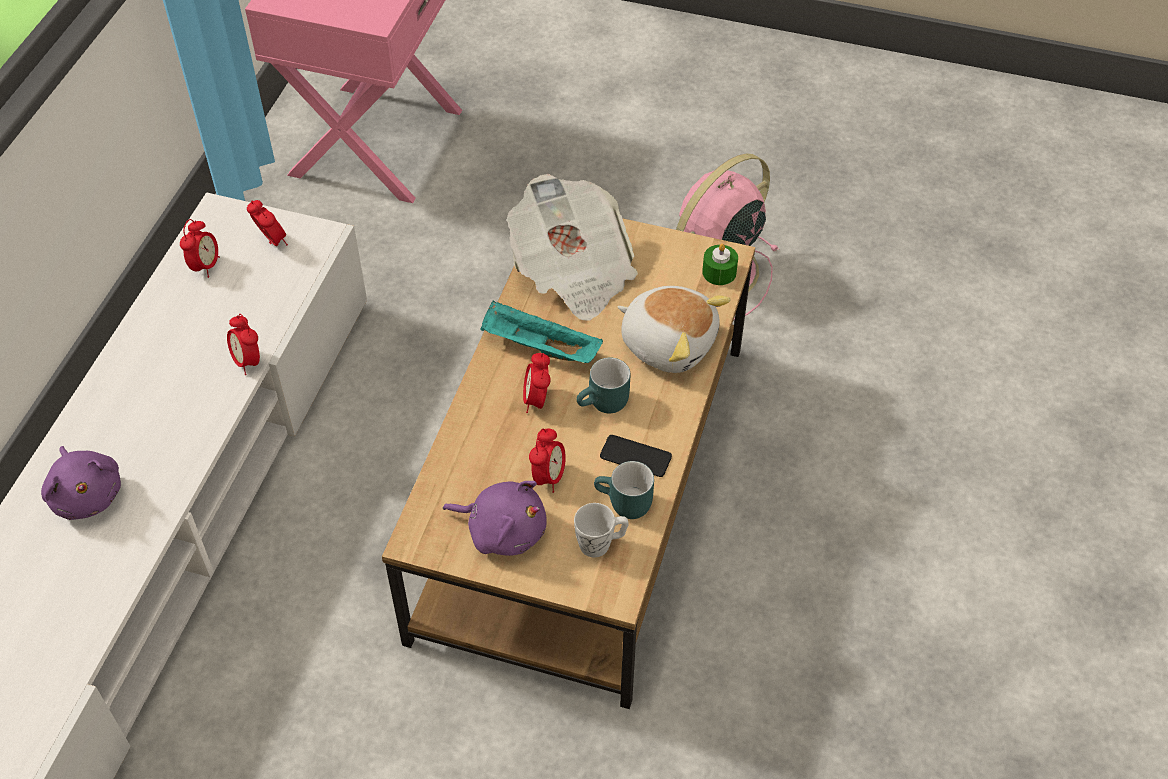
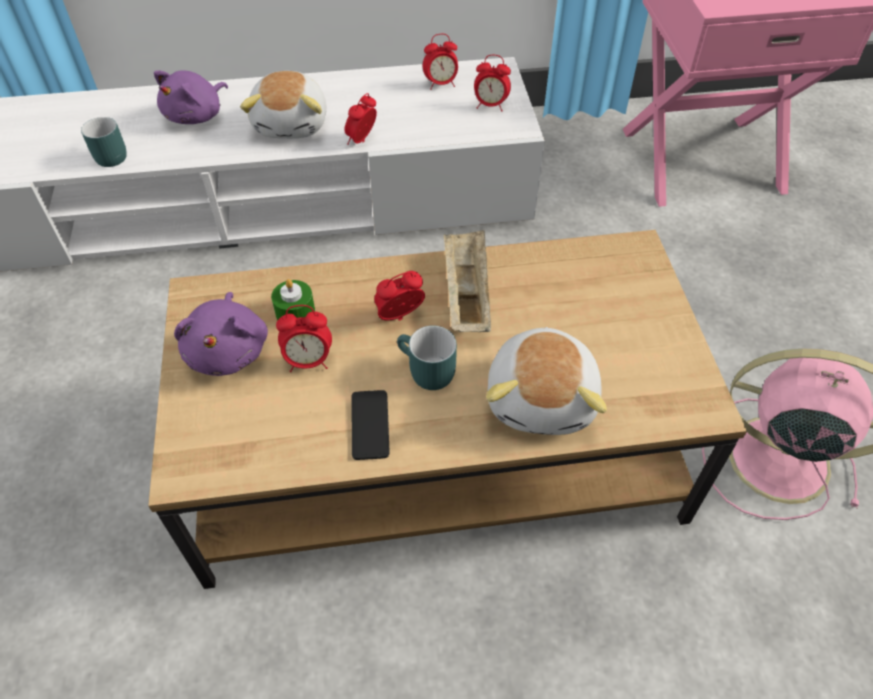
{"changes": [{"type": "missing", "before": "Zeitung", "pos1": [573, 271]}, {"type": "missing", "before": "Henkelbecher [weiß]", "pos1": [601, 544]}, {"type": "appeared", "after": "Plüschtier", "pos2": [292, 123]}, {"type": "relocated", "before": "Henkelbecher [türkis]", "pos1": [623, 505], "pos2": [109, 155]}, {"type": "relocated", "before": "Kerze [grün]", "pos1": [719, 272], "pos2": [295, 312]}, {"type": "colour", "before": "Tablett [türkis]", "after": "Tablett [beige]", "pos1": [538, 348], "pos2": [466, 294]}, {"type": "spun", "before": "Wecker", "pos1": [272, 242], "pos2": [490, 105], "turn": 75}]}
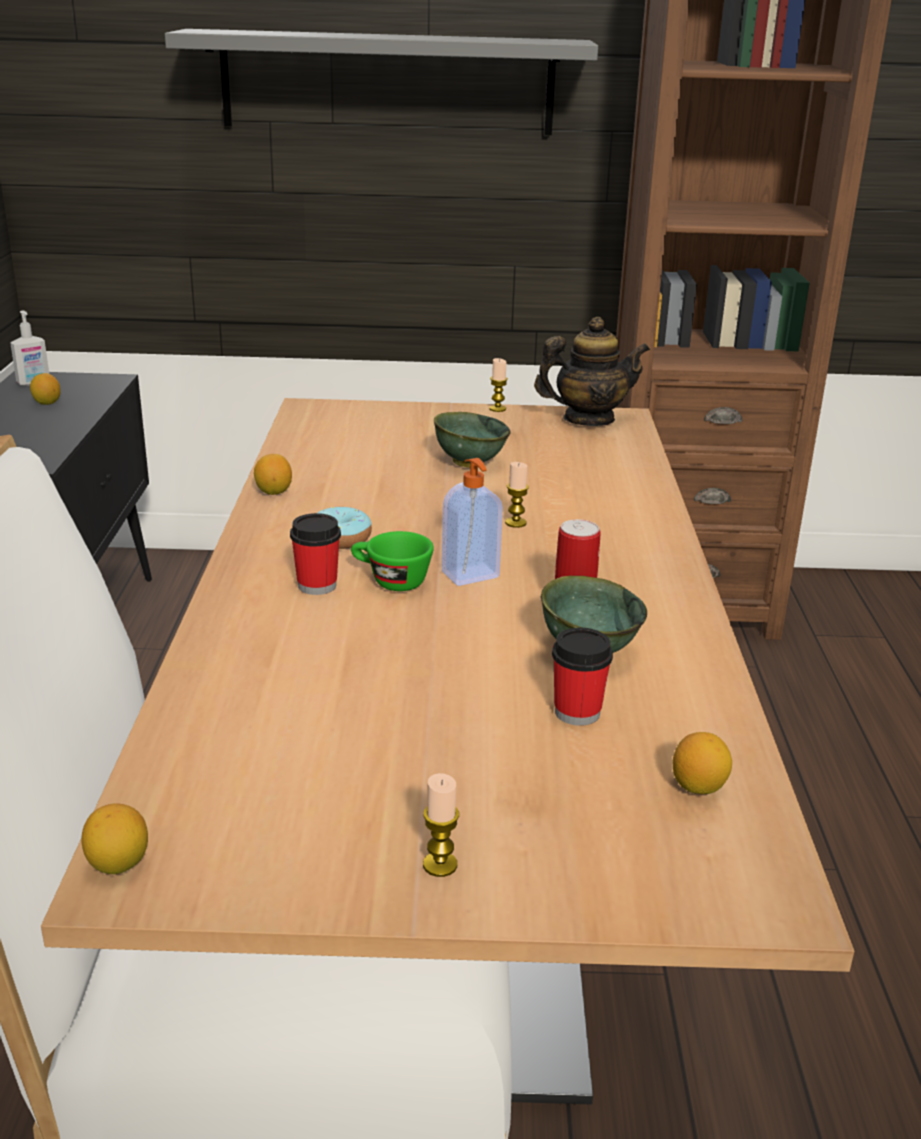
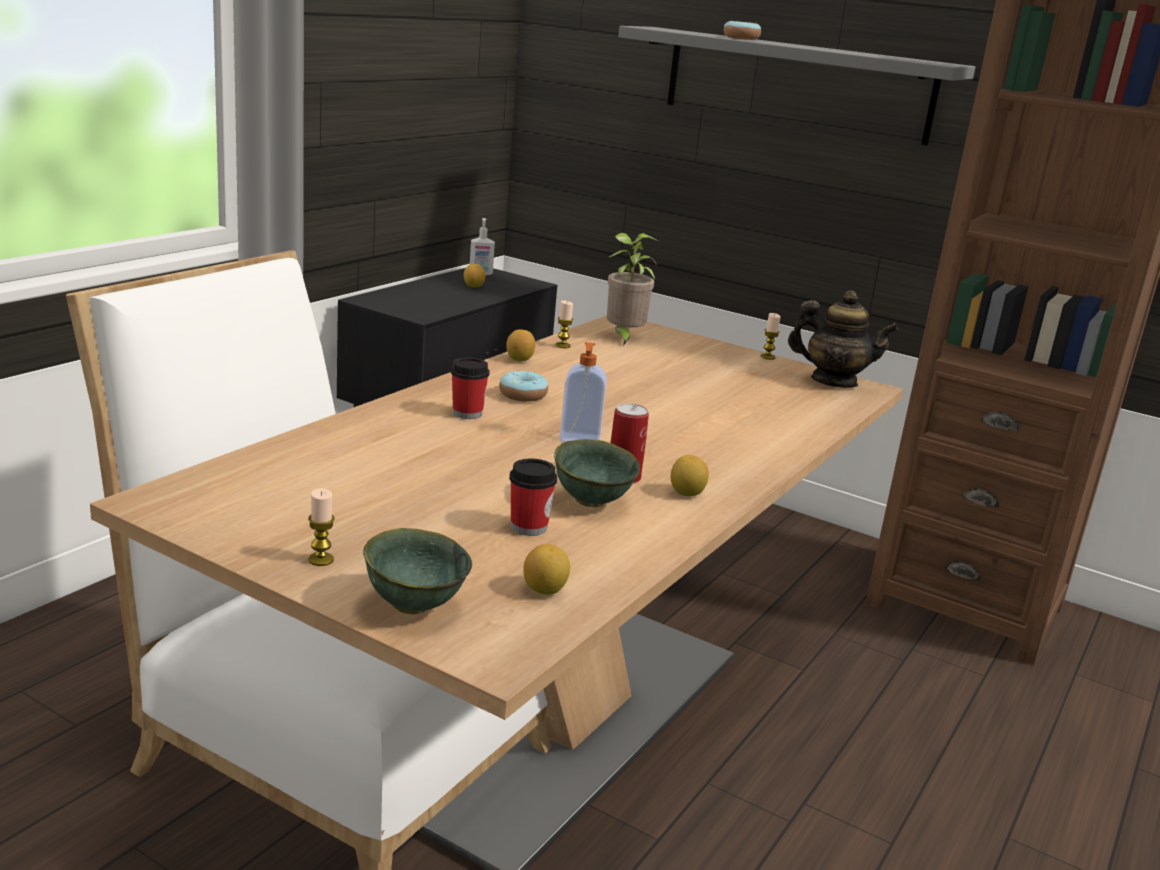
{"changes": [{"type": "missing", "before": "Tasse [grün]", "pos1": [390, 581]}, {"type": "appeared", "after": "Topfpflanze", "pos2": [623, 338]}, {"type": "appeared", "after": "Donut", "pos2": [741, 38]}, {"type": "relocated", "before": "Zitrone", "pos1": [118, 864], "pos2": [687, 493]}, {"type": "relocated", "before": "Schüssel [grün]", "pos1": [469, 463], "pos2": [414, 605]}, {"type": "relocated", "before": "Kerze", "pos1": [515, 523], "pos2": [562, 346]}]}
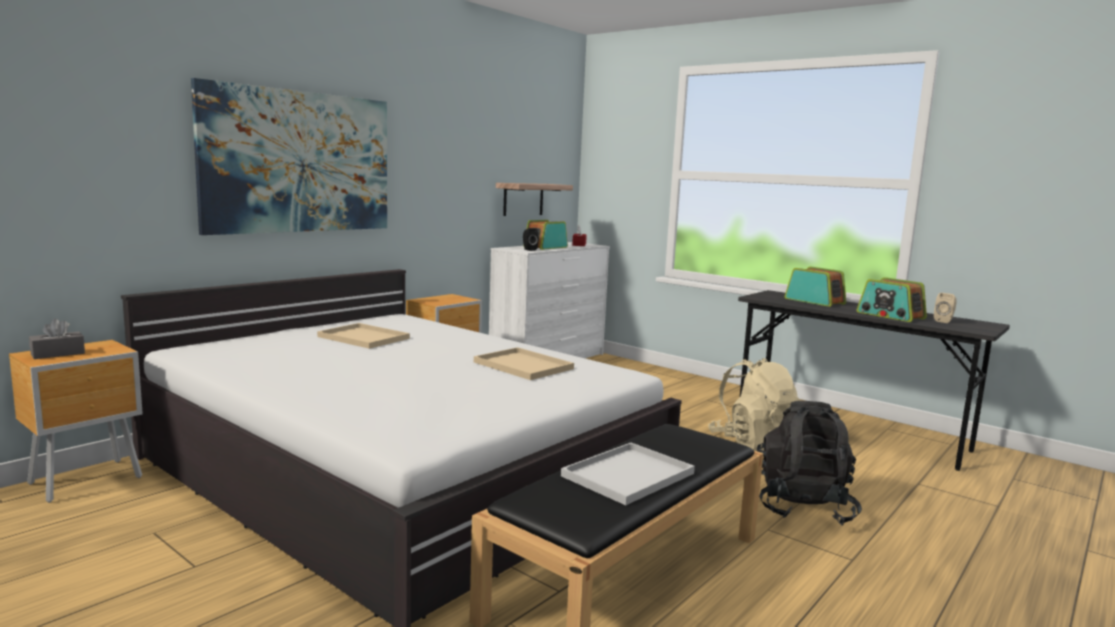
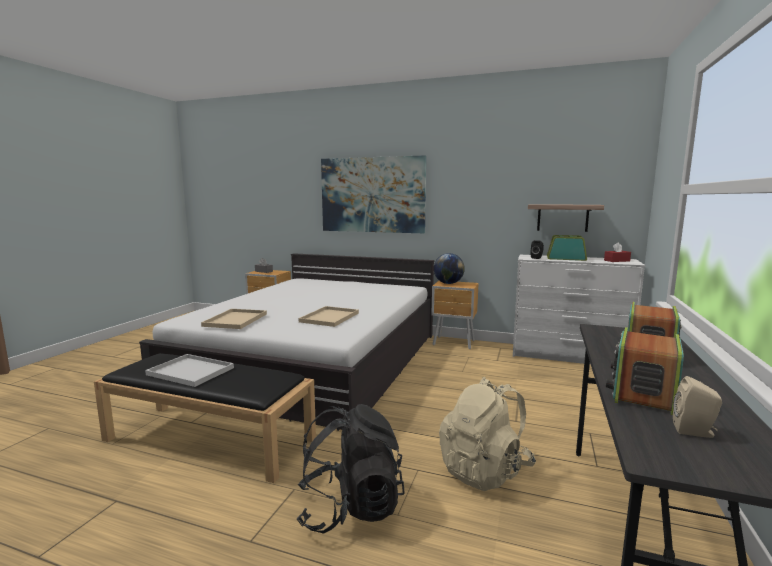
{"changes": [{"type": "appeared", "after": "Globus", "pos2": [448, 283]}, {"type": "relocated", "before": "Tablett [beige]", "pos1": [365, 337], "pos2": [235, 320]}]}
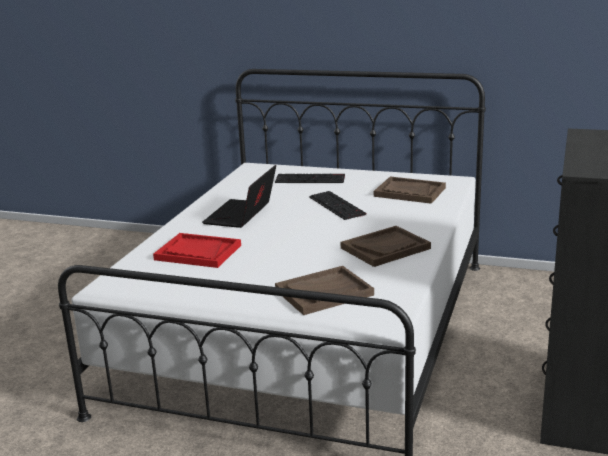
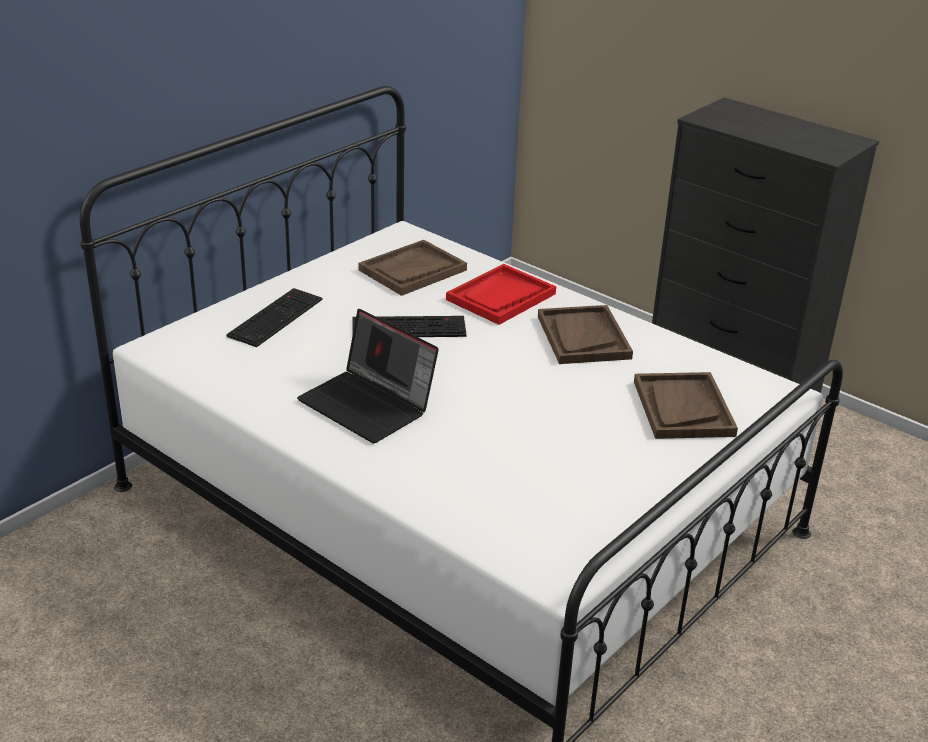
{"changes": [{"type": "relocated", "before": "Tablett [rot]", "pos1": [197, 252], "pos2": [501, 297]}]}
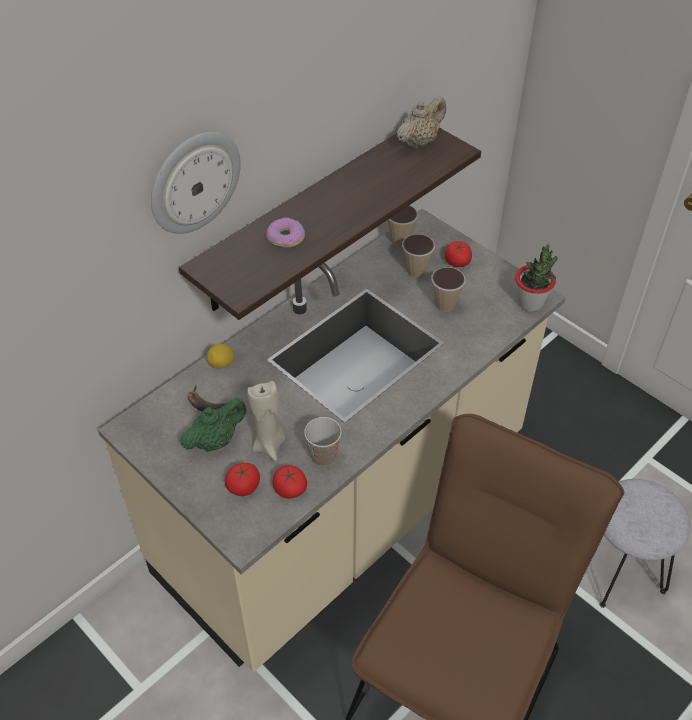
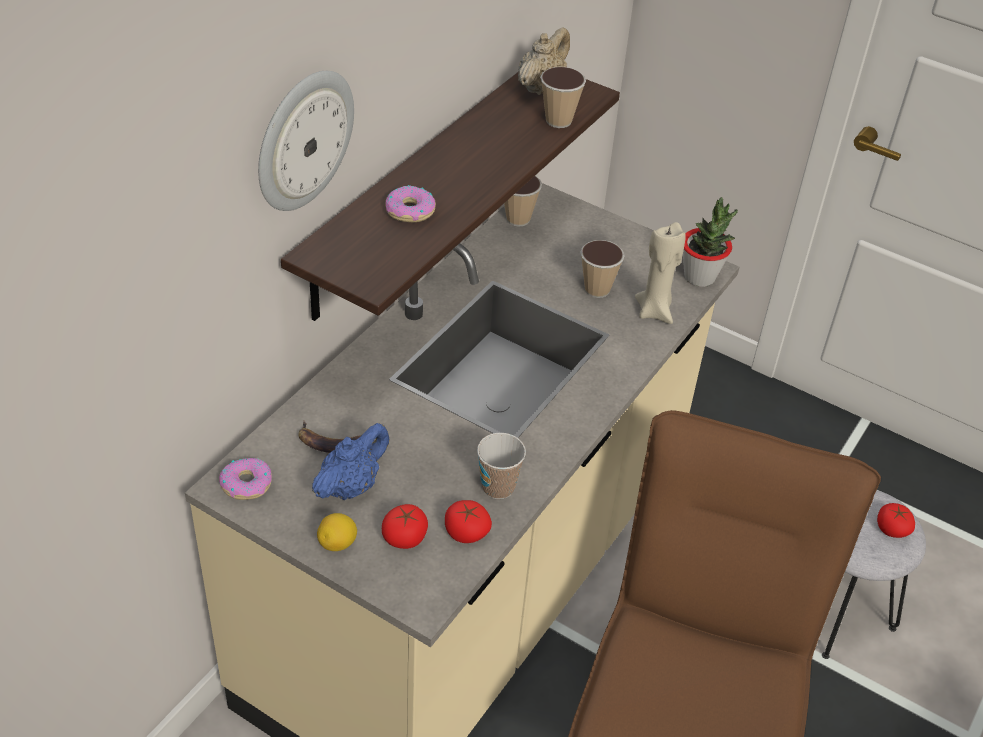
{"changes": [{"type": "appeared", "after": "Donut", "pos2": [246, 484]}, {"type": "relocated", "before": "Zitrone", "pos1": [221, 364], "pos2": [337, 544]}, {"type": "relocated", "before": "Kerze [beige]", "pos1": [269, 445], "pos2": [655, 311]}, {"type": "relocated", "before": "Tasse", "pos1": [416, 271], "pos2": [558, 120]}, {"type": "relocated", "before": "Tomate", "pos1": [457, 262], "pos2": [892, 529]}, {"type": "colour", "before": "Teekanne [grün]", "after": "Teekanne [blau]", "pos1": [215, 440], "pos2": [351, 486]}]}
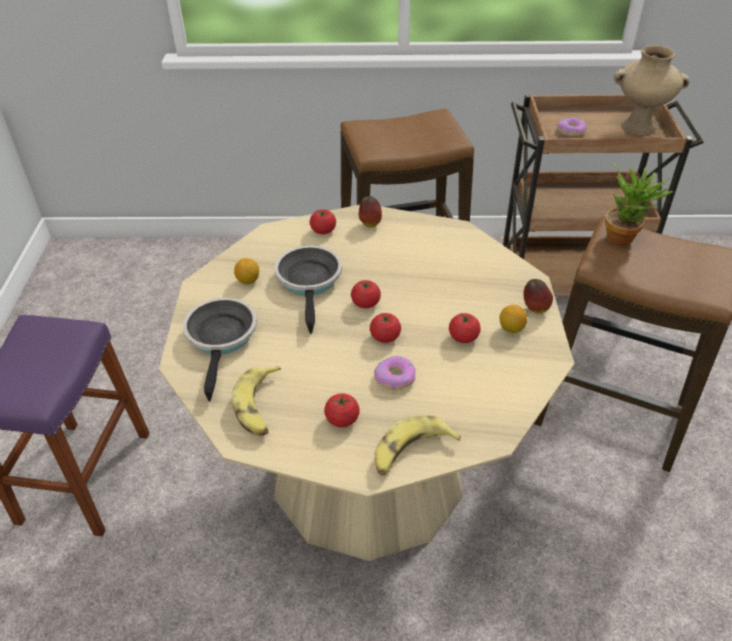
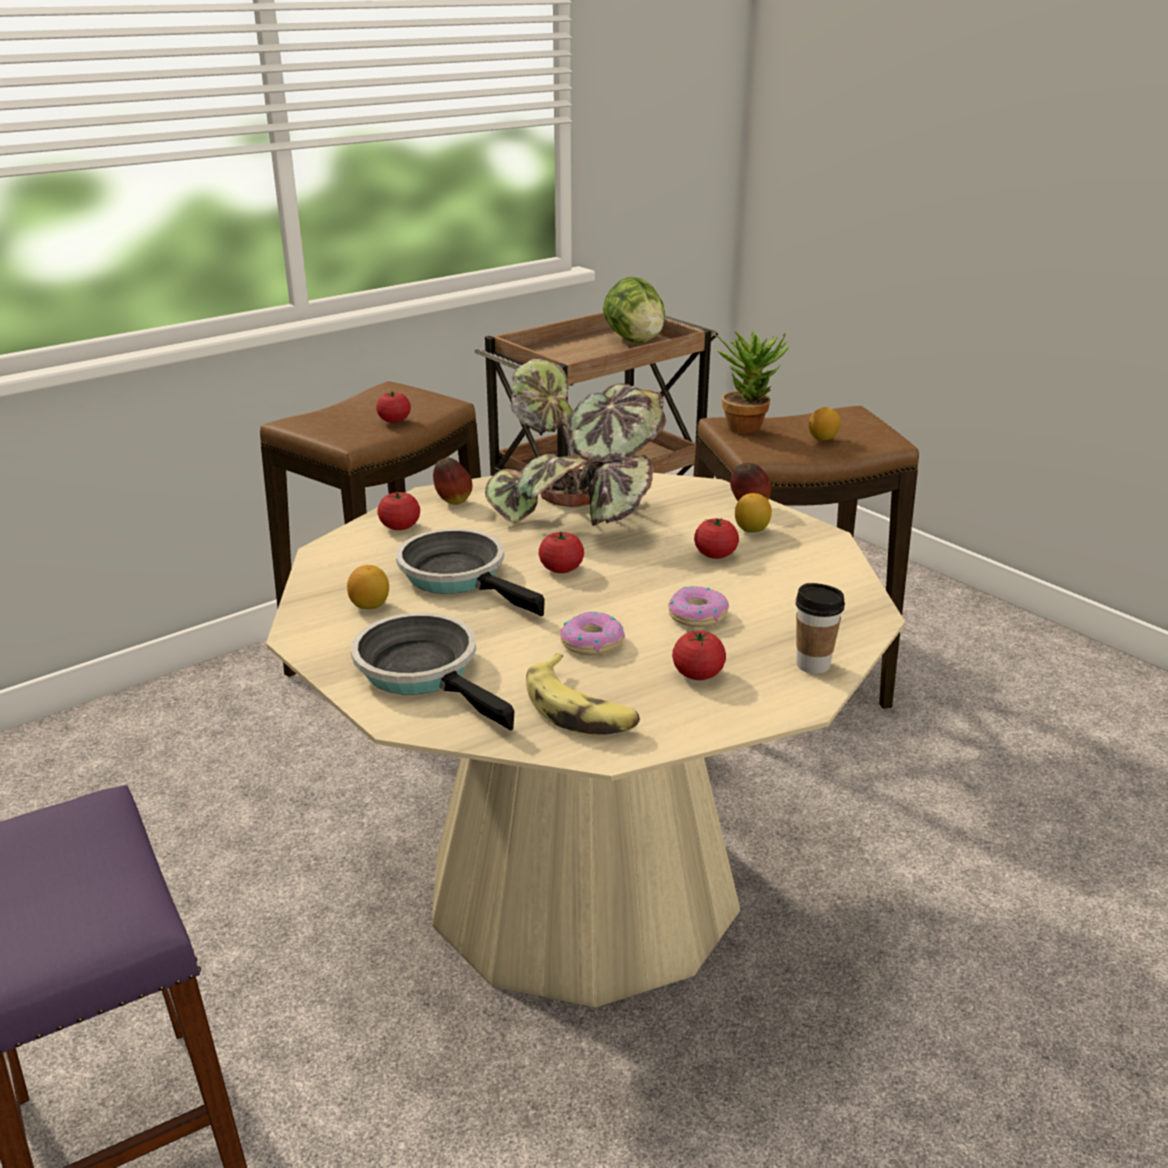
{"changes": [{"type": "appeared", "after": "Topfpflanze", "pos2": [581, 513]}, {"type": "appeared", "after": "Zitrone", "pos2": [822, 439]}, {"type": "relocated", "before": "Tomate", "pos1": [385, 337], "pos2": [394, 420]}, {"type": "relocated", "before": "Donut", "pos1": [571, 131], "pos2": [592, 642]}, {"type": "exchanged", "before": "Banane", "after": "Tasse", "pos1": [411, 452], "pos2": [813, 665]}, {"type": "exchanged", "before": "Vase [beige]", "after": "Salatkopf", "pos1": [639, 126], "pos2": [635, 340]}]}
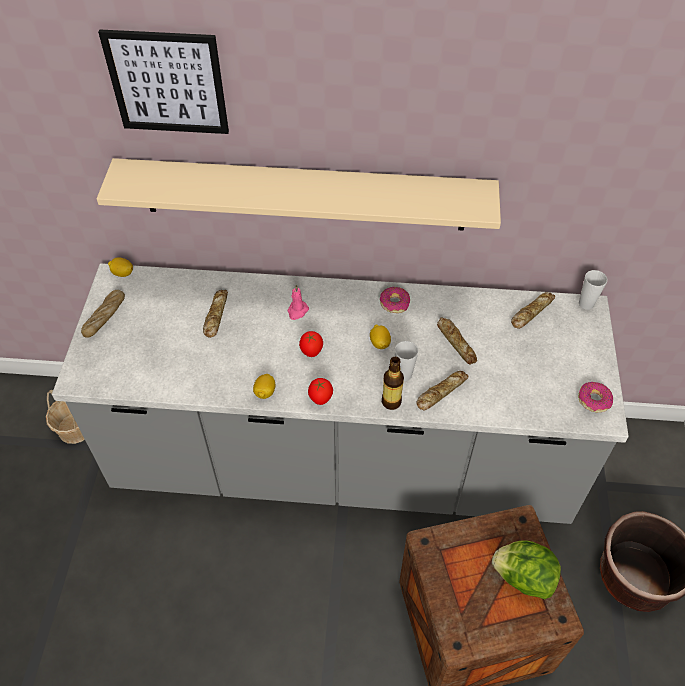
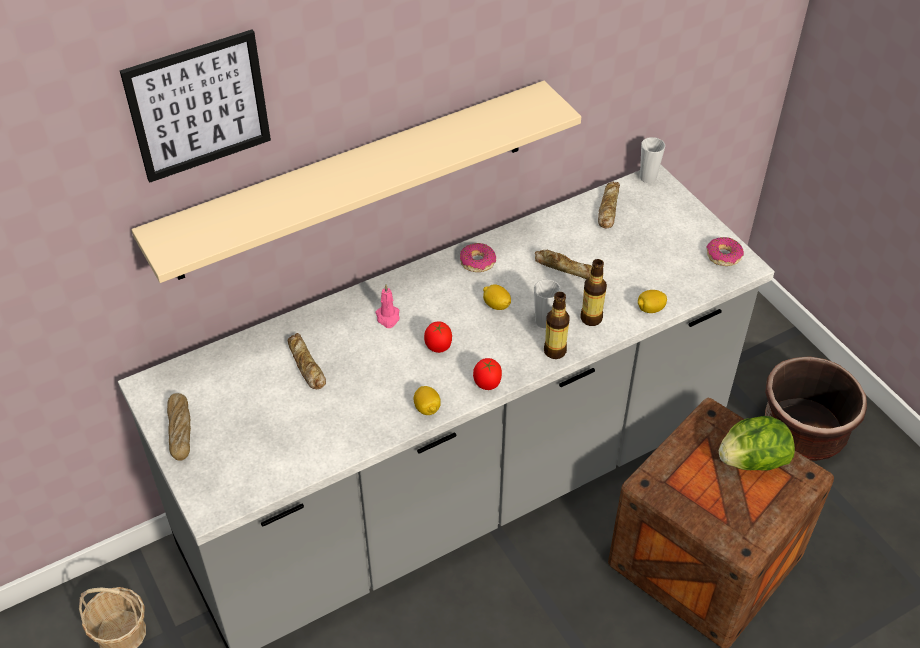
{"changes": [{"type": "relocated", "before": "Zitrone", "pos1": [122, 273], "pos2": [650, 309]}, {"type": "exchanged", "before": "Brot", "after": "Flasche", "pos1": [441, 392], "pos2": [591, 318]}]}
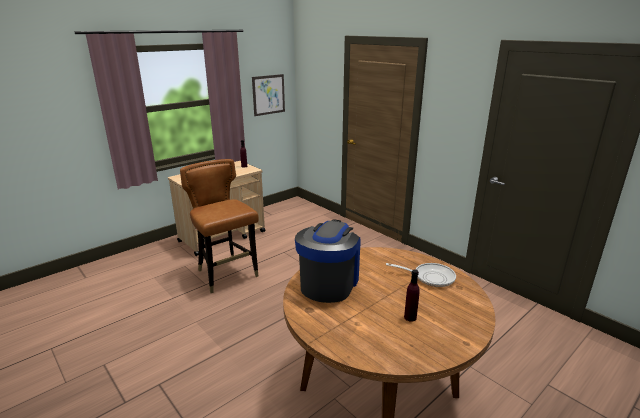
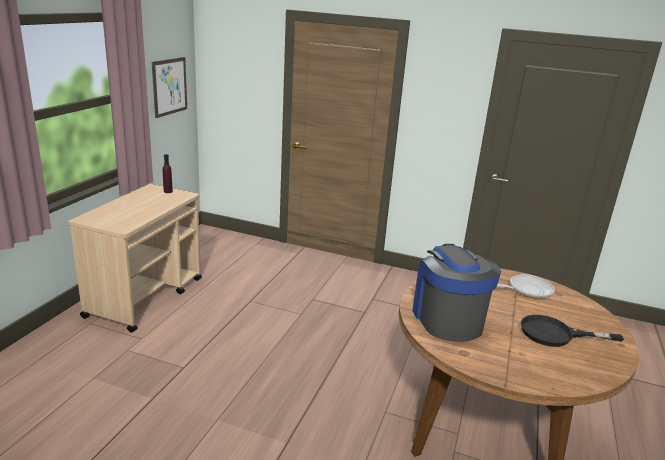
{"changes": [{"type": "missing", "before": "Stuhl [braun]", "pos1": [226, 275]}, {"type": "exchanged", "before": "Flasche [lila]", "after": "Pfanne [schwarz]", "pos1": [410, 317], "pos2": [556, 334]}]}
